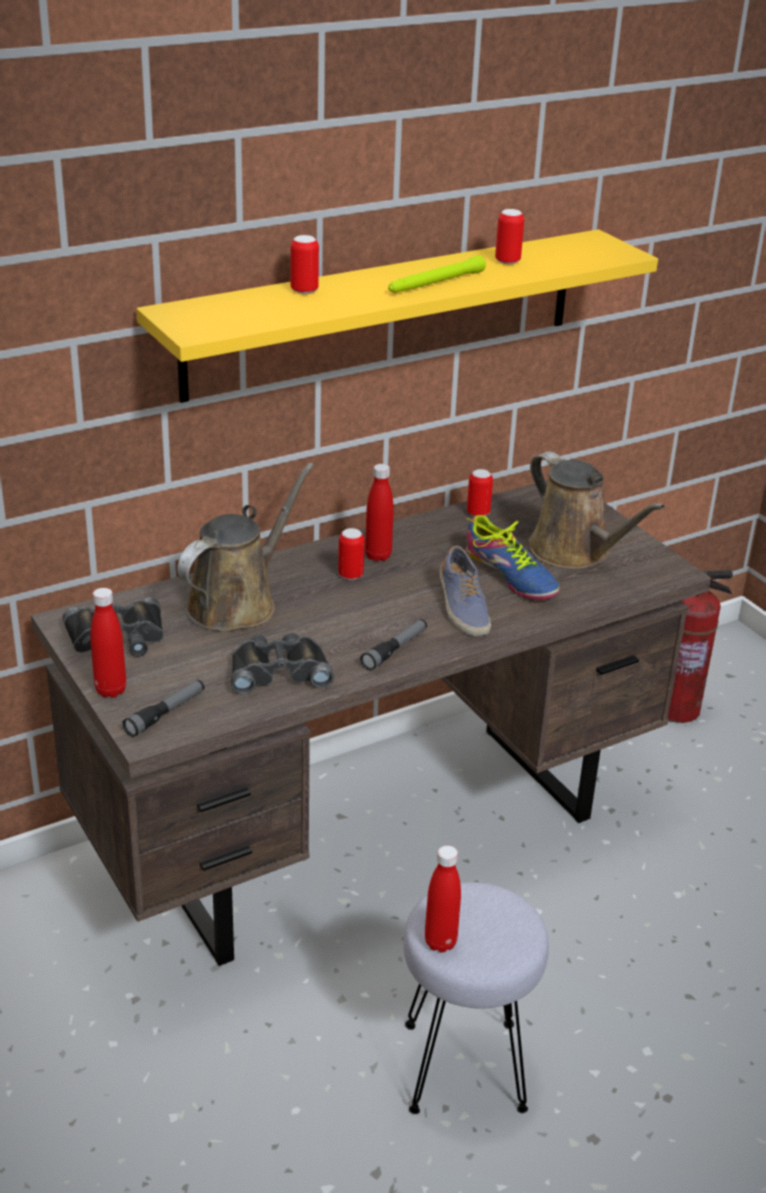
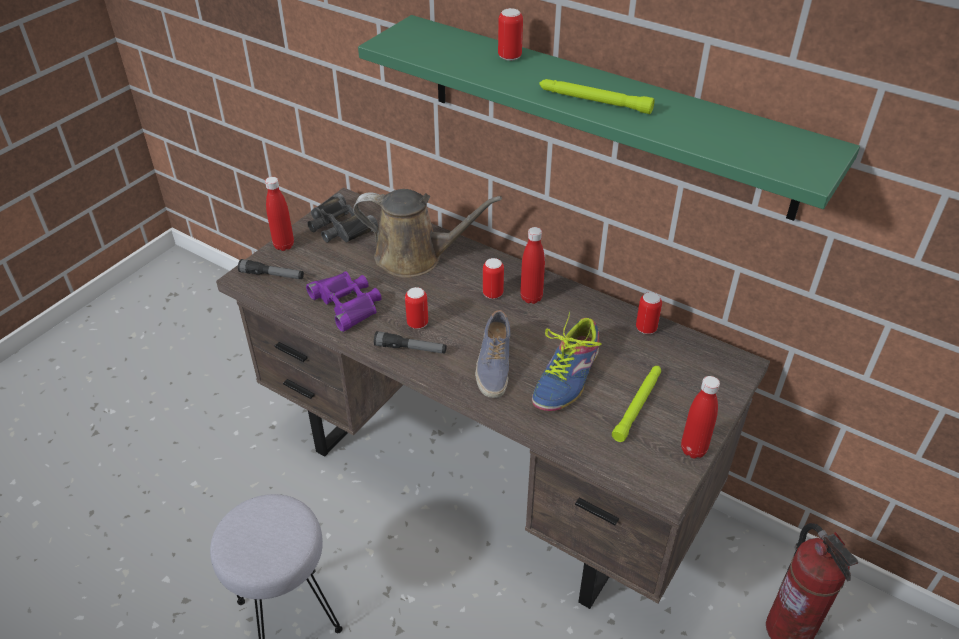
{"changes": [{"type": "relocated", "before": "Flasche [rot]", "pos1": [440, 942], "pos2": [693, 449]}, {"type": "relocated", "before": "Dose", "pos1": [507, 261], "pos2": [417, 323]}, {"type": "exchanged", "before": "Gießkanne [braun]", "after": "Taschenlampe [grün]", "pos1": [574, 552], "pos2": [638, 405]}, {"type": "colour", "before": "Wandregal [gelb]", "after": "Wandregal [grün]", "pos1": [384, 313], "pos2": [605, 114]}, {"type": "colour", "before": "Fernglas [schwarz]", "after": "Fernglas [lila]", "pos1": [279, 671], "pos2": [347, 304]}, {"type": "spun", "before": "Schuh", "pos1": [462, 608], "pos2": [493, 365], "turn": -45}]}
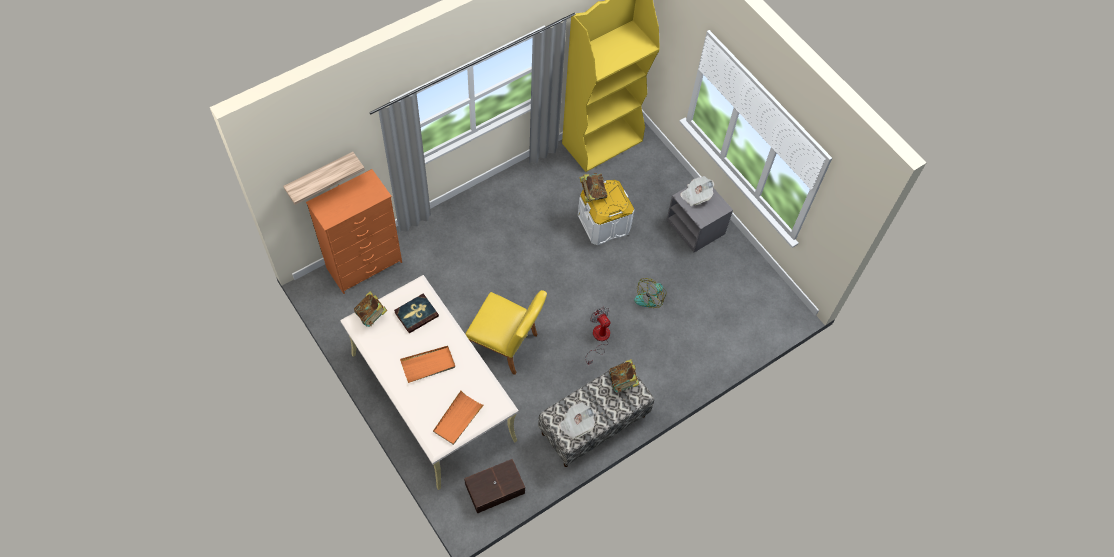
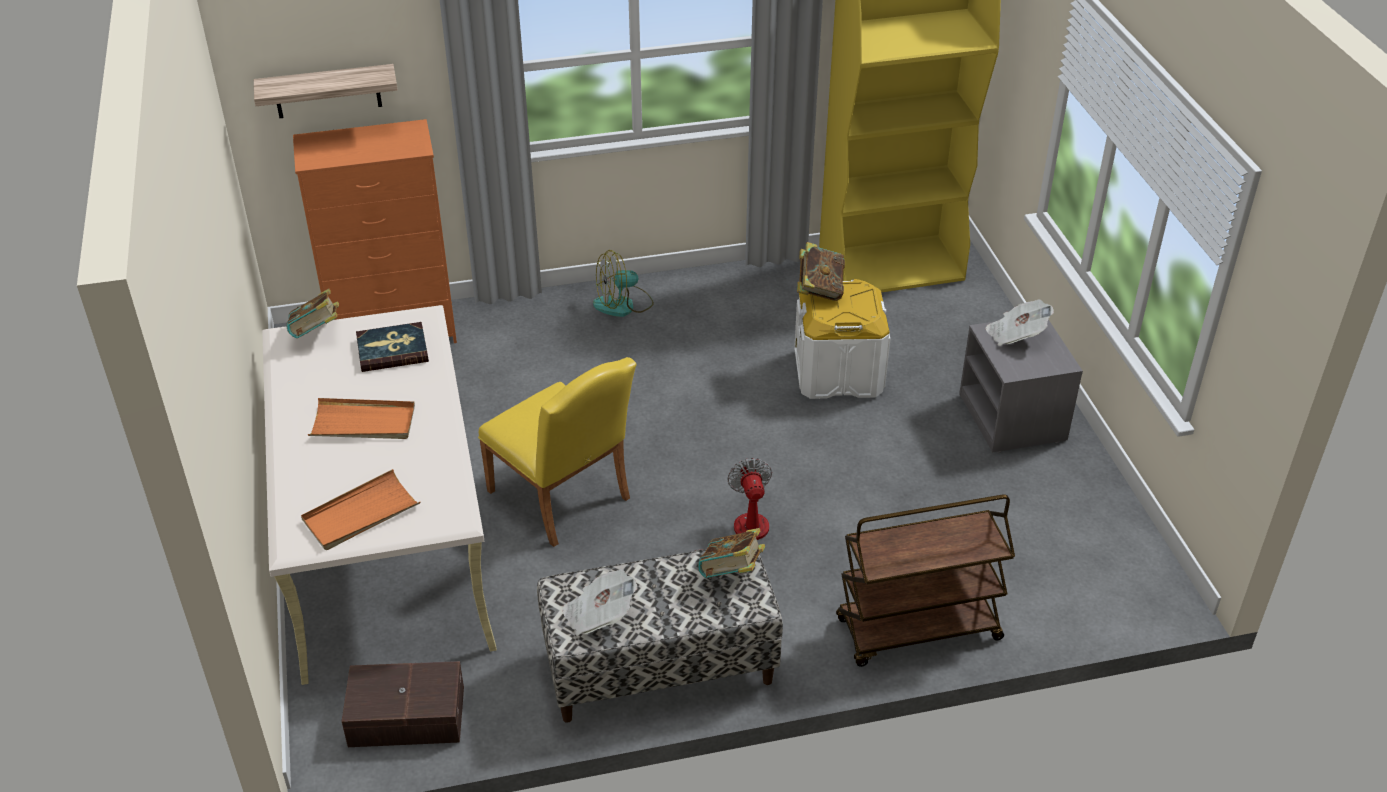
{"changes": [{"type": "appeared", "after": "Rollwagen [braun]", "pos2": [917, 631]}, {"type": "relocated", "before": "Ventilator", "pos1": [650, 297], "pos2": [623, 304]}]}
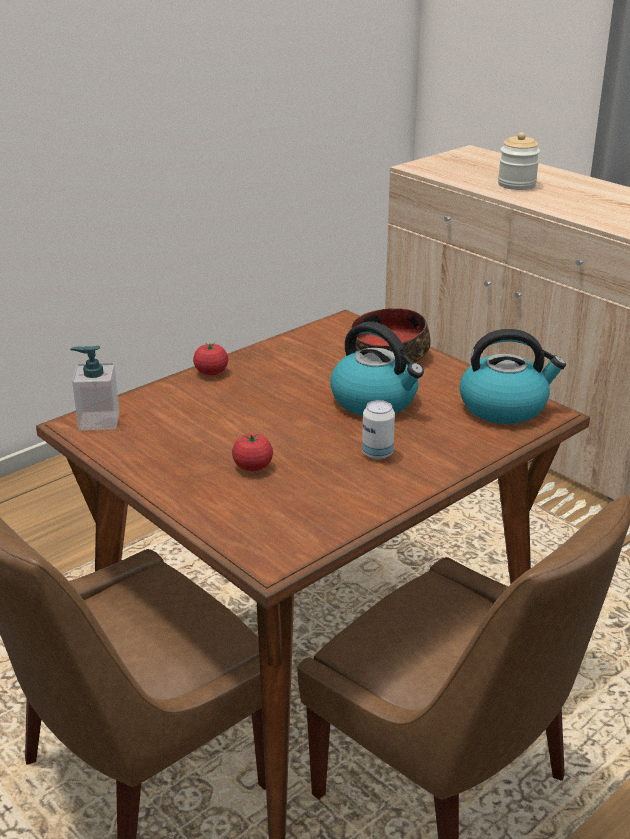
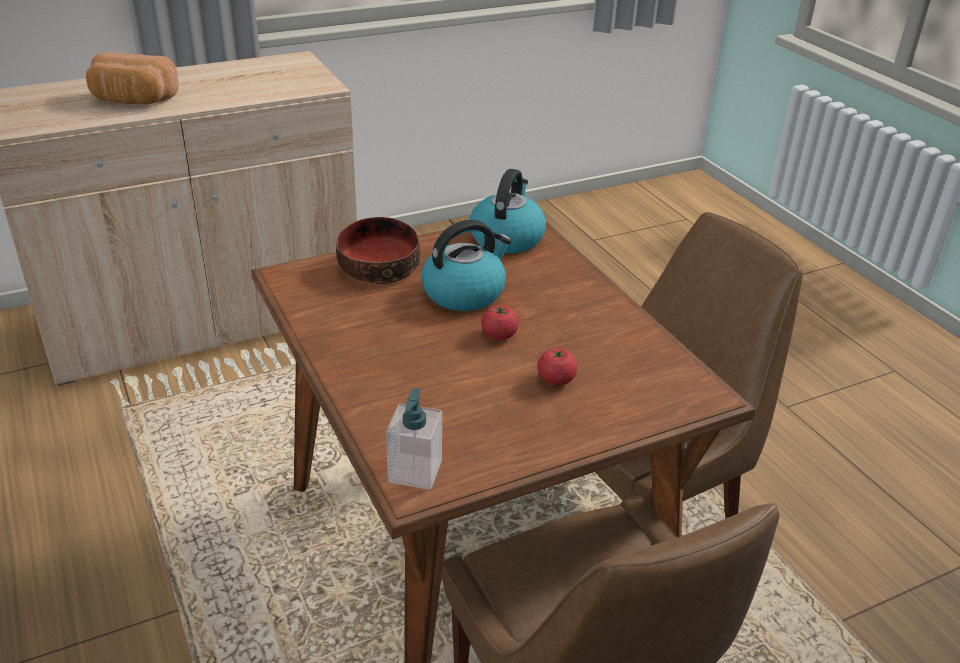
{"changes": [{"type": "missing", "before": "Dose", "pos1": [377, 454]}, {"type": "relocated", "before": "Tomate", "pos1": [211, 372], "pos2": [499, 335]}, {"type": "exchanged", "before": "Vorratsglas", "after": "Brot", "pos1": [516, 184], "pos2": [133, 100]}]}
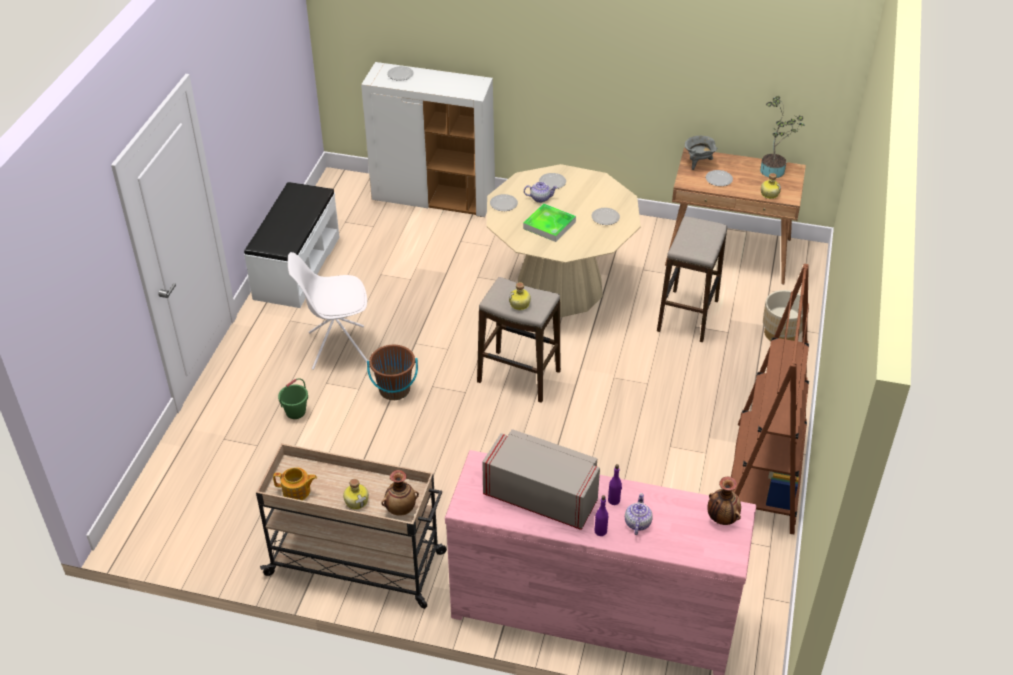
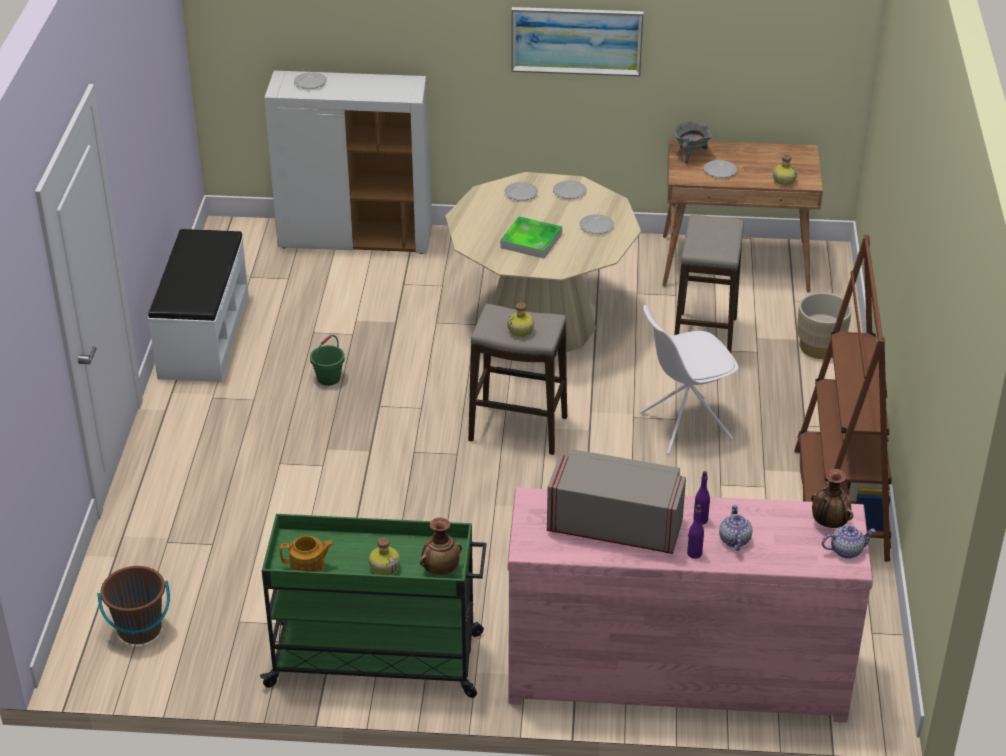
{"changes": [{"type": "missing", "before": "Topfpflanze", "pos1": [774, 170]}, {"type": "appeared", "after": "Bild", "pos2": [576, 40]}, {"type": "relocated", "before": "Eimer [grün]", "pos1": [295, 412], "pos2": [328, 378]}, {"type": "relocated", "before": "Stuhl [weiß]", "pos1": [336, 347], "pos2": [683, 426]}, {"type": "relocated", "before": "Eimer [braun]", "pos1": [394, 390], "pos2": [139, 629]}, {"type": "relocated", "before": "Teller", "pos1": [503, 204], "pos2": [569, 191]}, {"type": "relocated", "before": "Teekanne", "pos1": [540, 198], "pos2": [846, 550]}, {"type": "colour", "before": "Rollwagen [beige]", "after": "Rollwagen [grün]", "pos1": [358, 564], "pos2": [378, 660]}]}
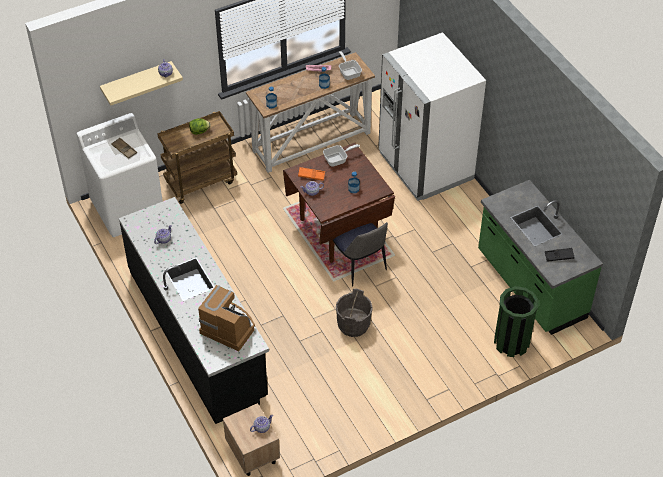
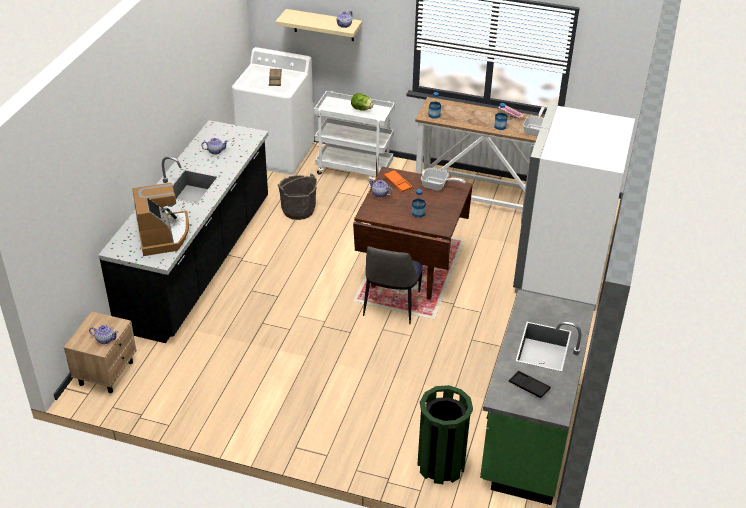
{"changes": [{"type": "relocated", "before": "Eimer [grau]", "pos1": [353, 325], "pos2": [298, 210]}, {"type": "colour", "before": "Rollwagen [braun]", "after": "Rollwagen [weiß]", "pos1": [201, 181], "pos2": [355, 169]}]}
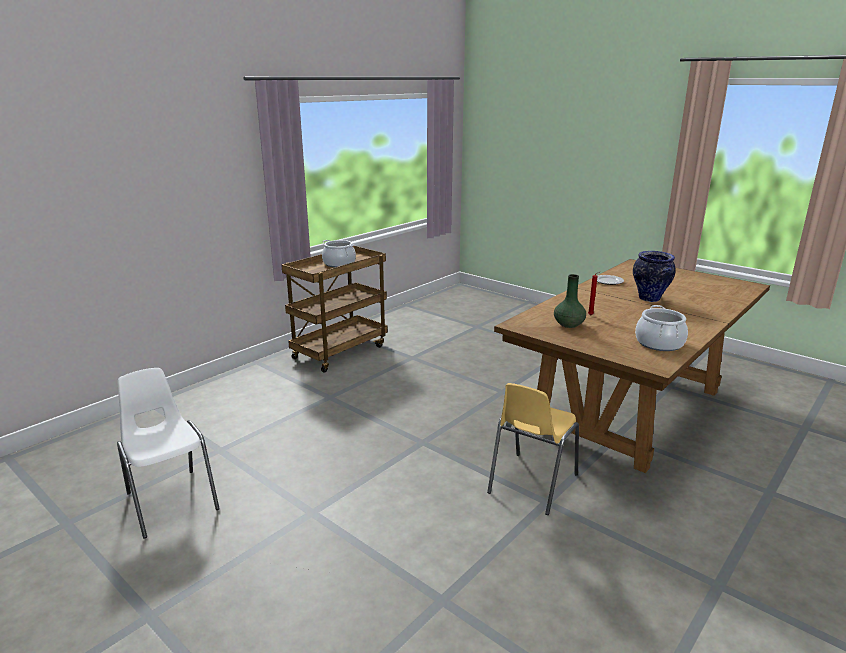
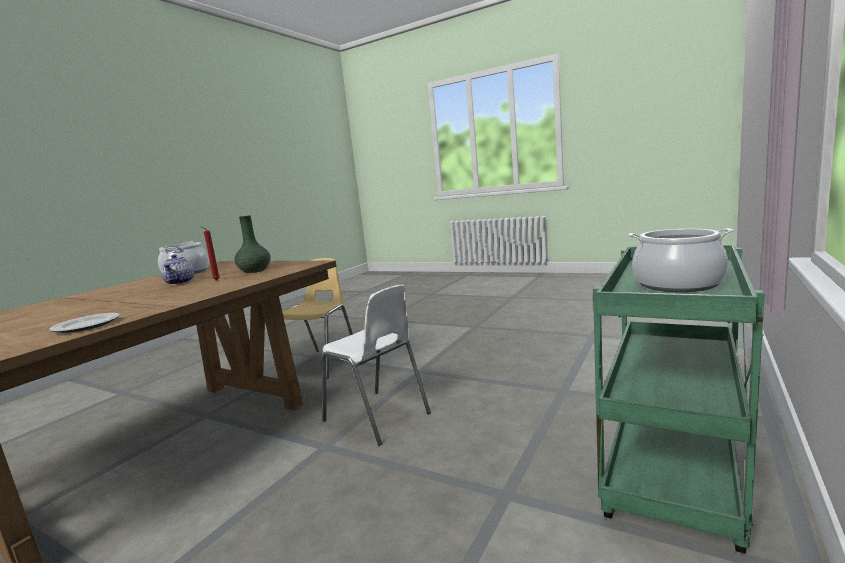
{"changes": [{"type": "missing", "before": "Vase", "pos1": [650, 299]}, {"type": "appeared", "after": "Teekanne", "pos2": [180, 282]}, {"type": "relocated", "before": "Stuhl [weiß]", "pos1": [171, 501], "pos2": [377, 417]}, {"type": "colour", "before": "Rollwagen [braun]", "after": "Rollwagen [grün]", "pos1": [340, 351], "pos2": [675, 480]}]}
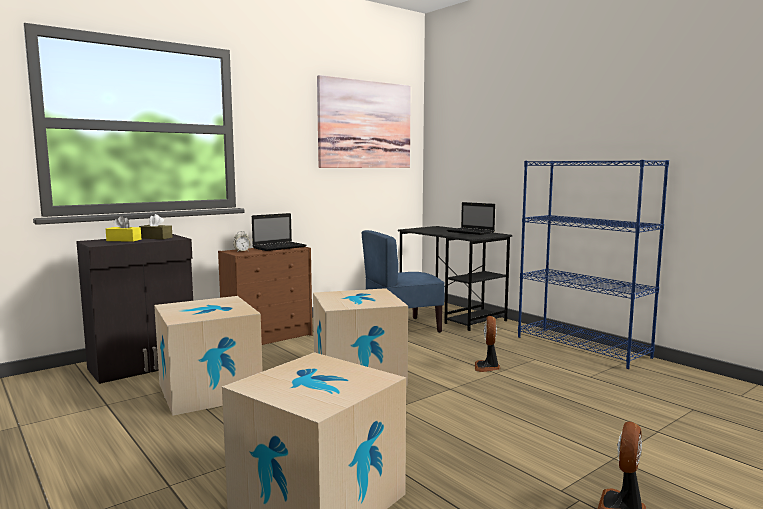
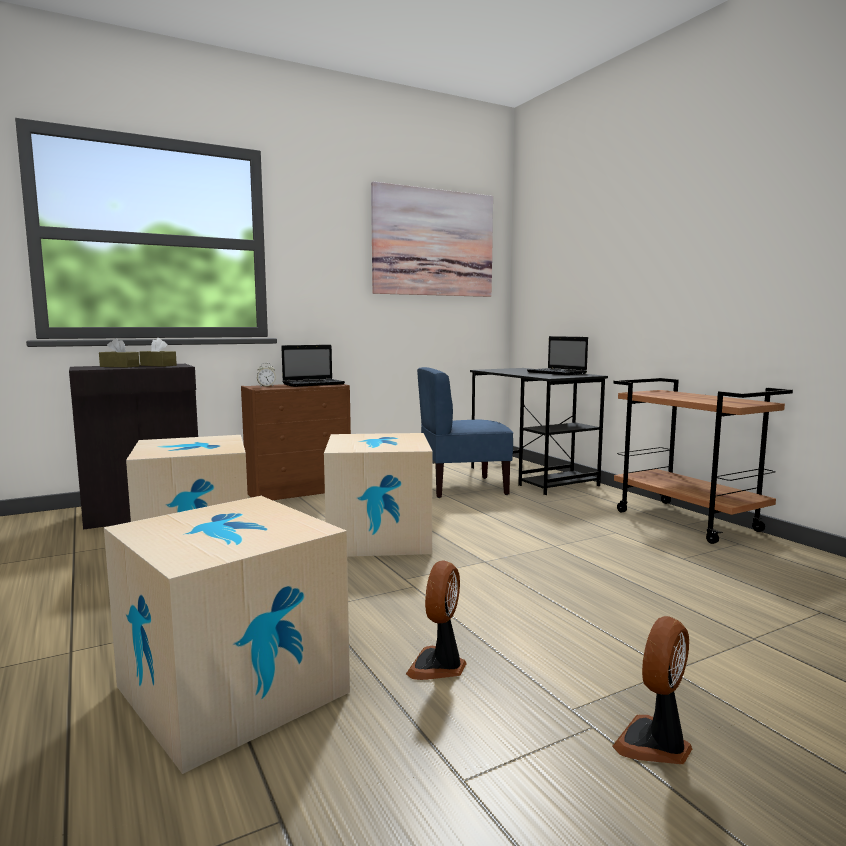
{"changes": [{"type": "relocated", "before": "Ventilator", "pos1": [487, 367], "pos2": [438, 666]}, {"type": "exchanged", "before": "Bücherregal [blau]", "after": "Rollwagen [braun]", "pos1": [582, 347], "pos2": [688, 521]}, {"type": "colour", "before": "Taschentuchbox [gelb]", "after": "Taschentuchbox [braun]", "pos1": [124, 240], "pos2": [119, 366]}]}
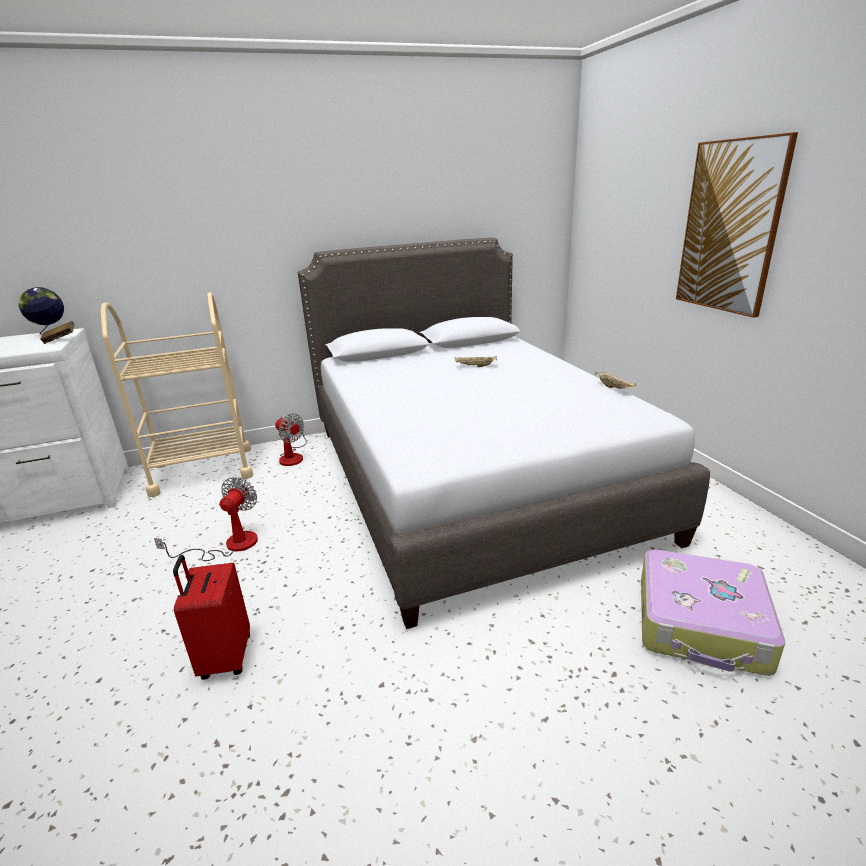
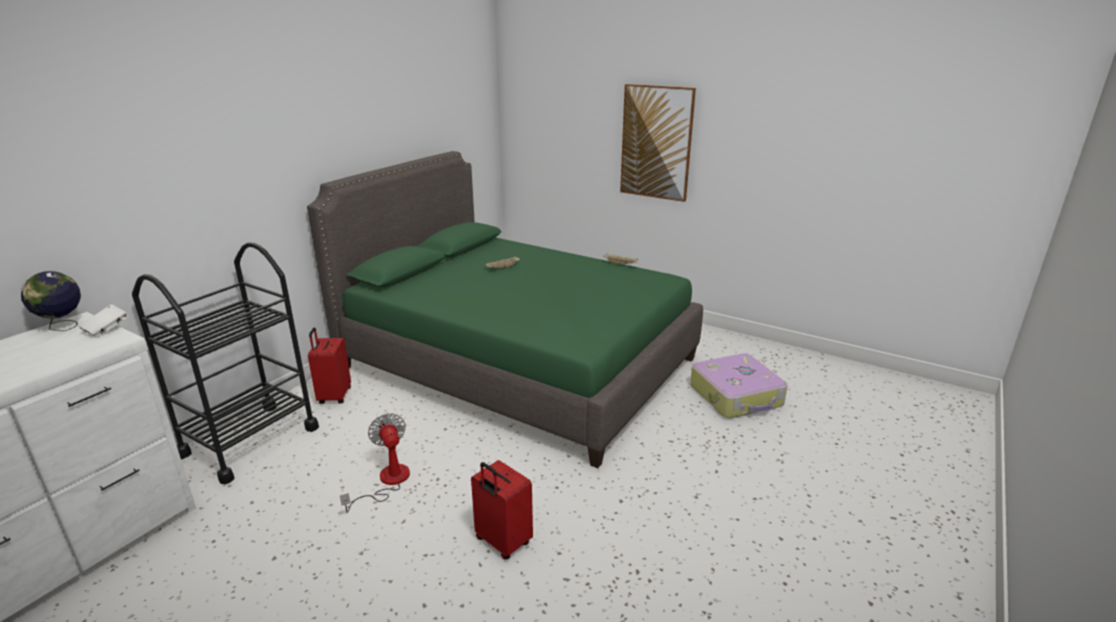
{"changes": [{"type": "exchanged", "before": "Ventilator", "after": "Koffer [rot]", "pos1": [293, 456], "pos2": [334, 396]}, {"type": "colour", "before": "Buch [braun]", "after": "Buch [weiß]", "pos1": [60, 340], "pos2": [106, 329]}, {"type": "colour", "before": "Rollwagen [beige]", "after": "Rollwagen [schwarz]", "pos1": [203, 470], "pos2": [250, 441]}, {"type": "colour", "before": "Bett [grau]", "after": "Bett [grün]", "pos1": [469, 478], "pos2": [518, 363]}]}
